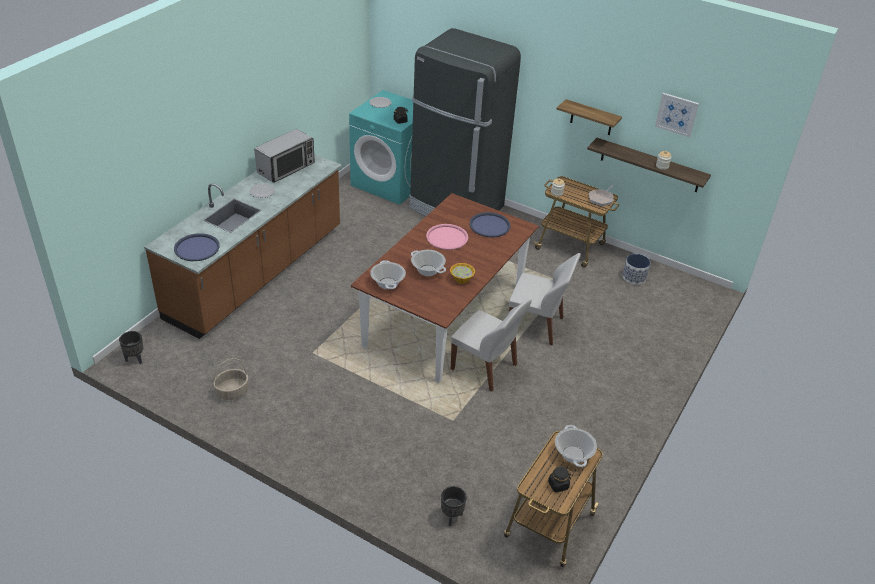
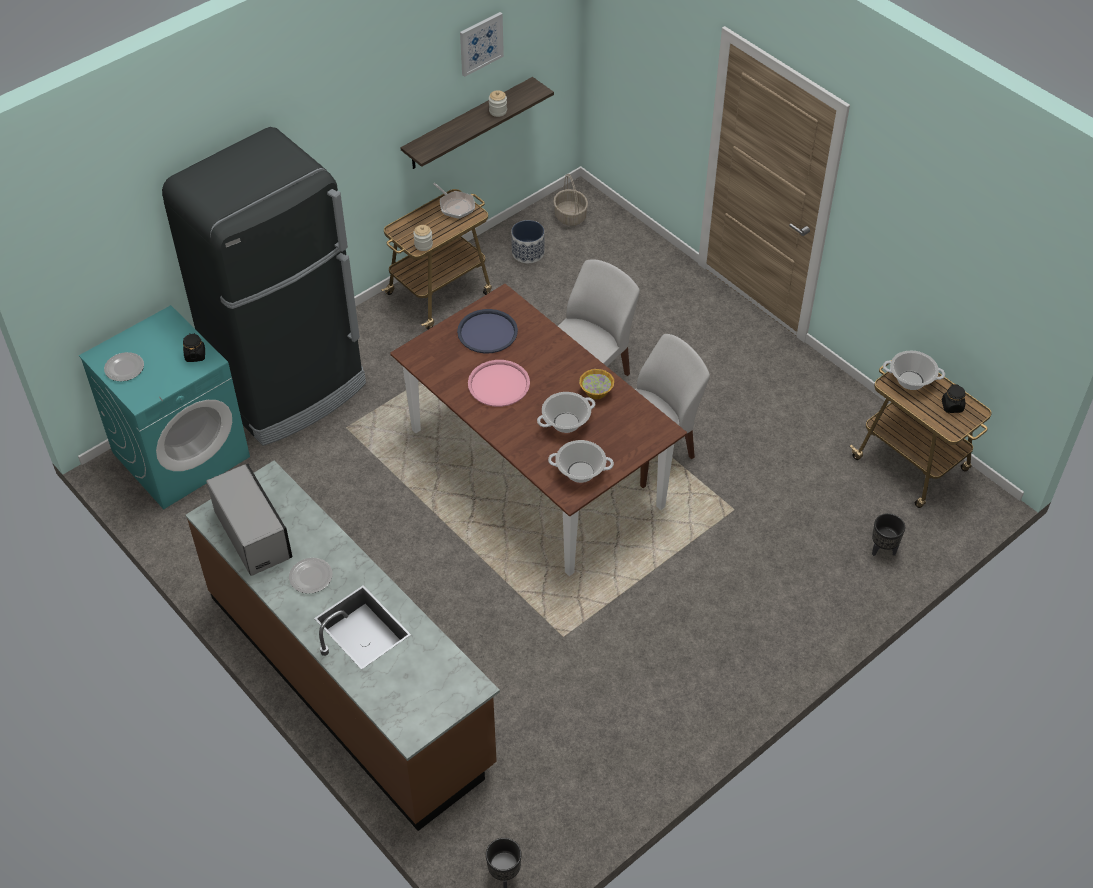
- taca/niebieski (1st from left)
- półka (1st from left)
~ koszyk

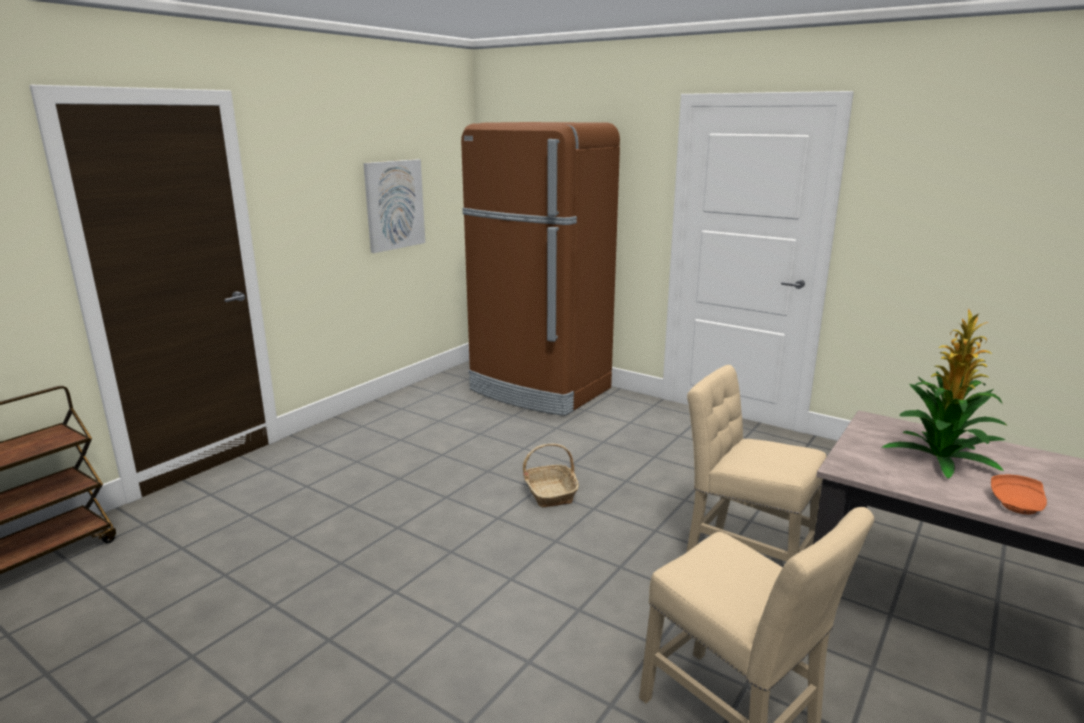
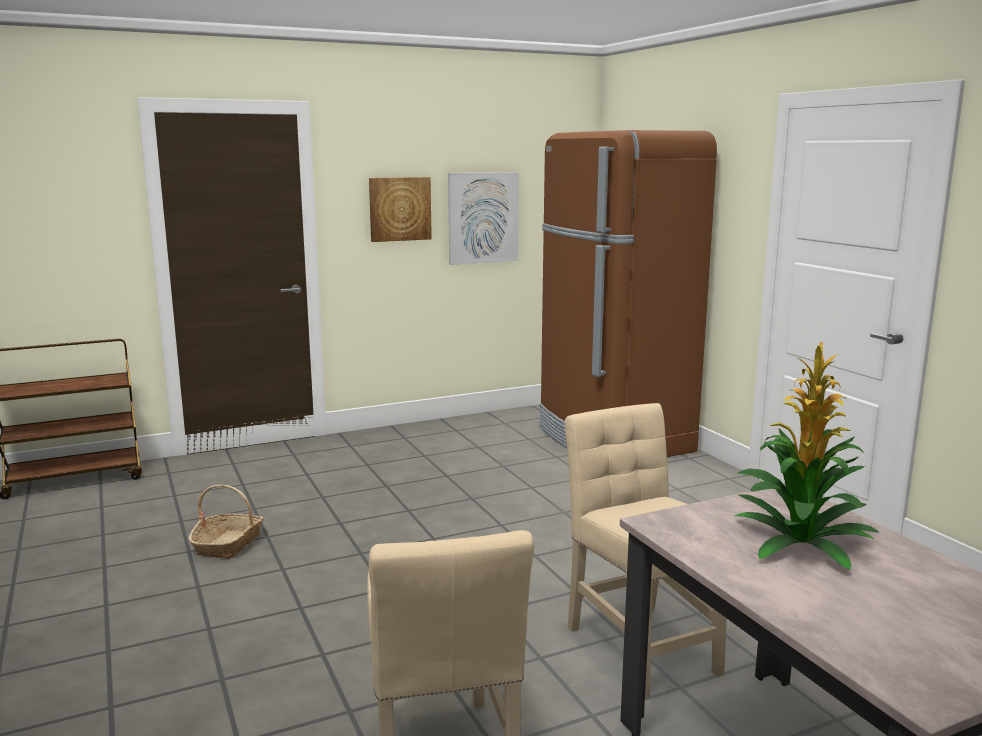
- talerz/pomarańczowy
+ obraz (1st from left)
~ koszyk

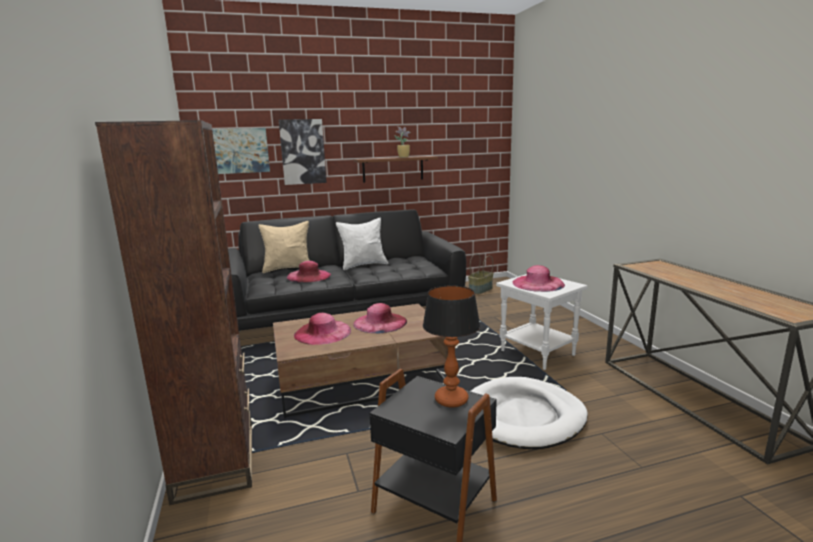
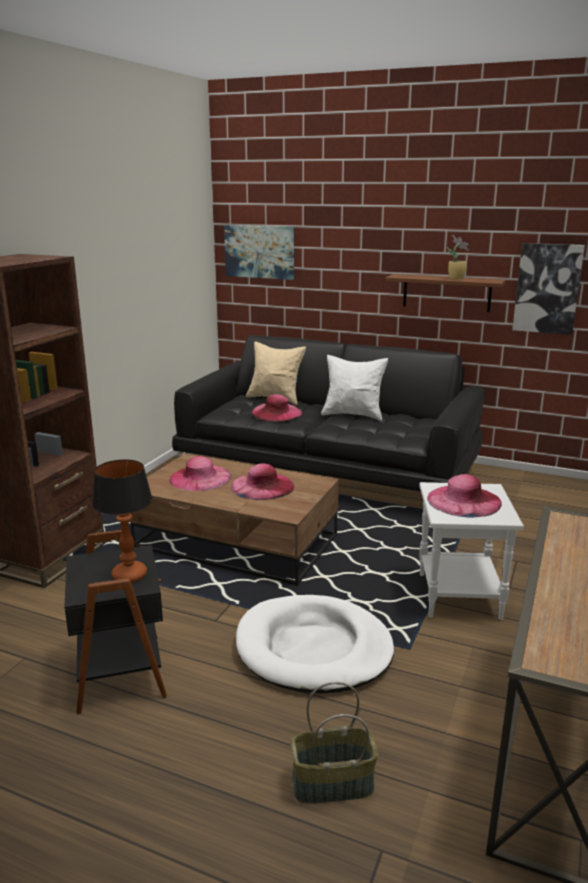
~ obraz (2nd from left)
~ koszyk

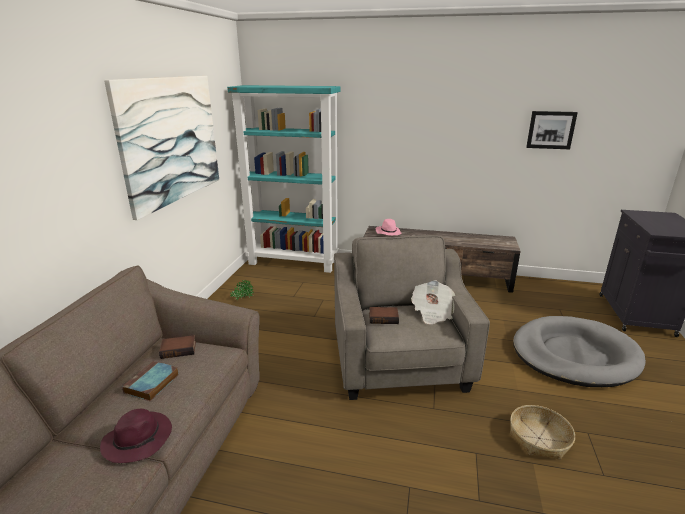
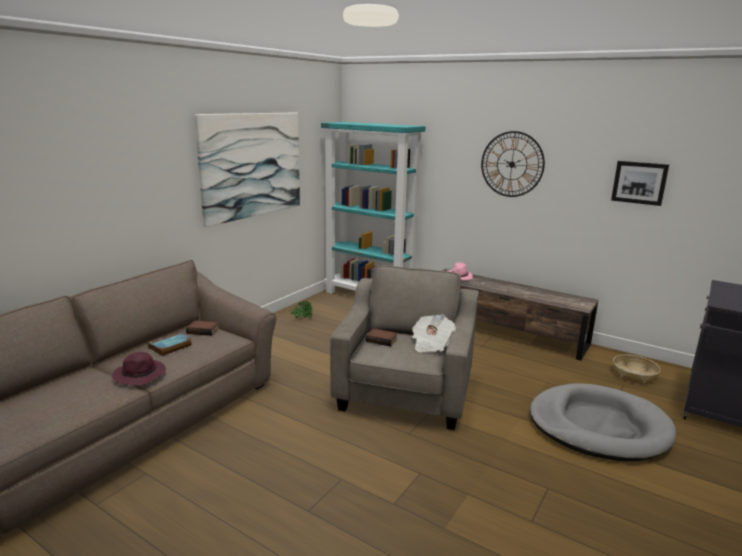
+ zegar ścienny
~ koszyk

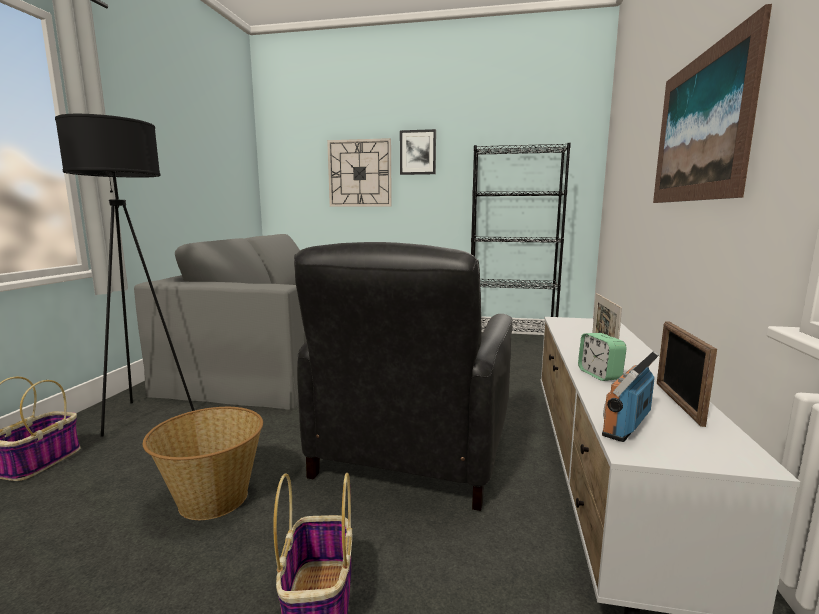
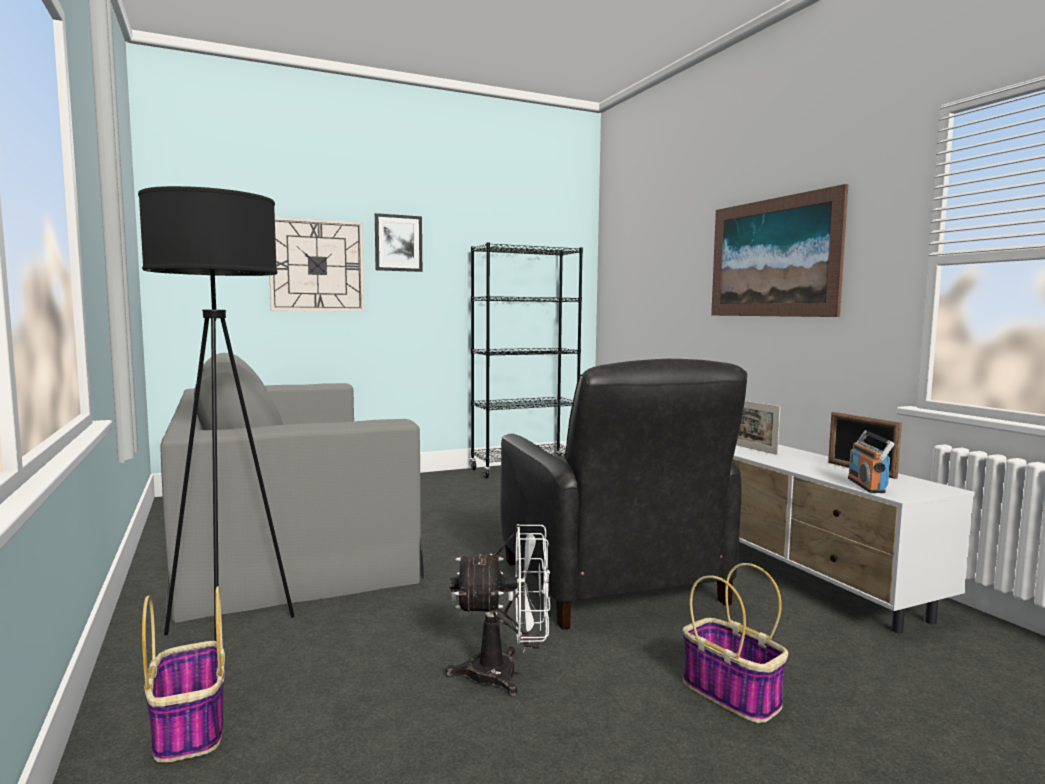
- budzik
~ koszyk (2nd from left) to wentylator/biały

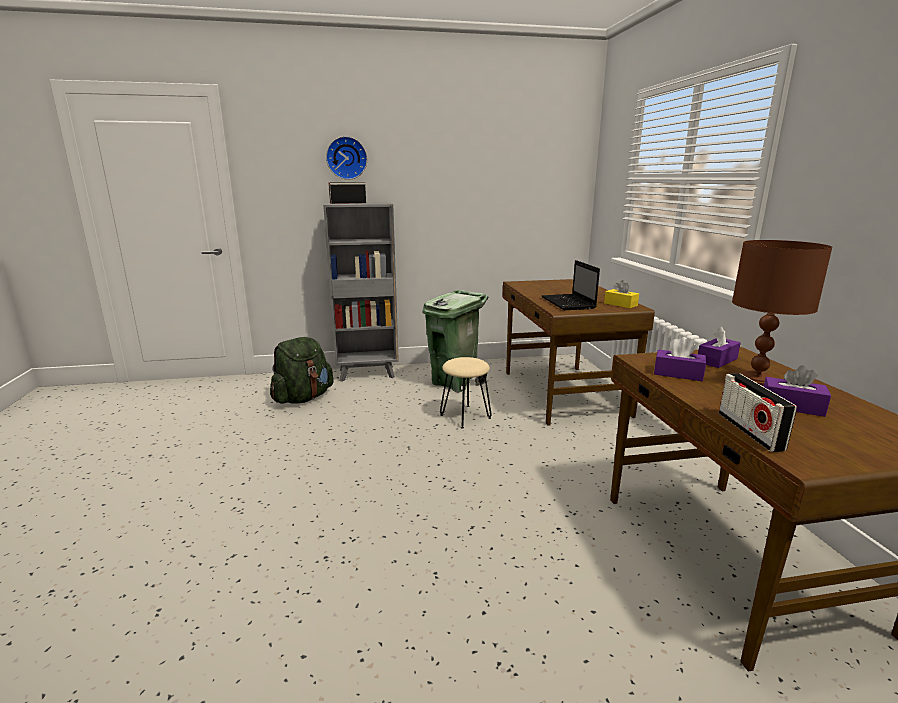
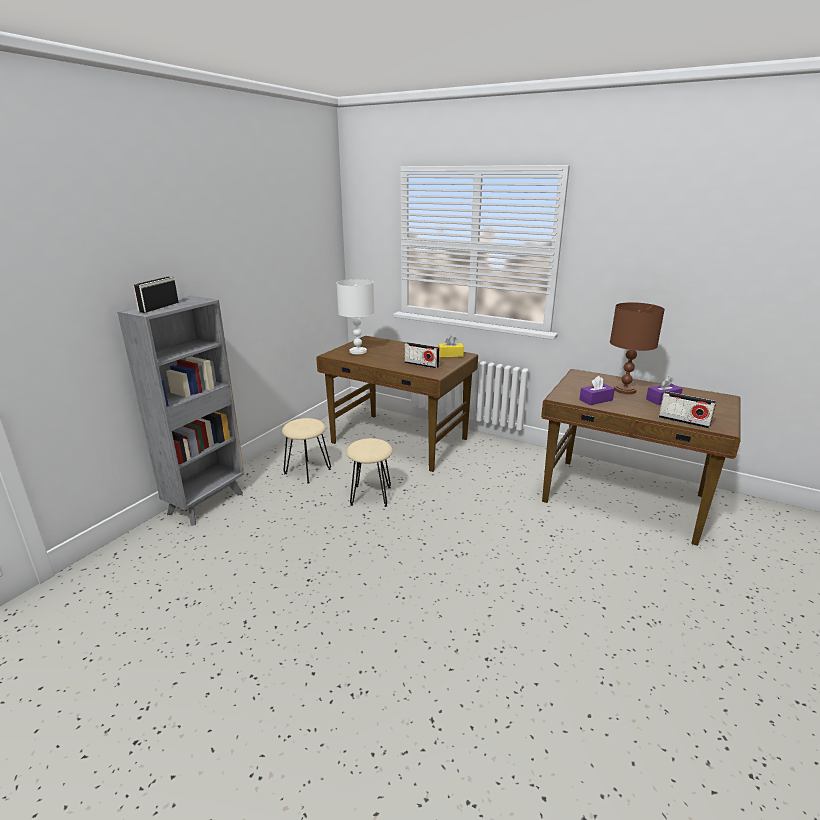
- plecak/zielony
- zegar ścienny
- pudełko chusteczek/fioletowy (2nd from left)
+ lampa stołowa/biały
~ kosz na śmieci/zielony to stołek/beżowy (1st from left)
~ laptop to radio (2nd from left)

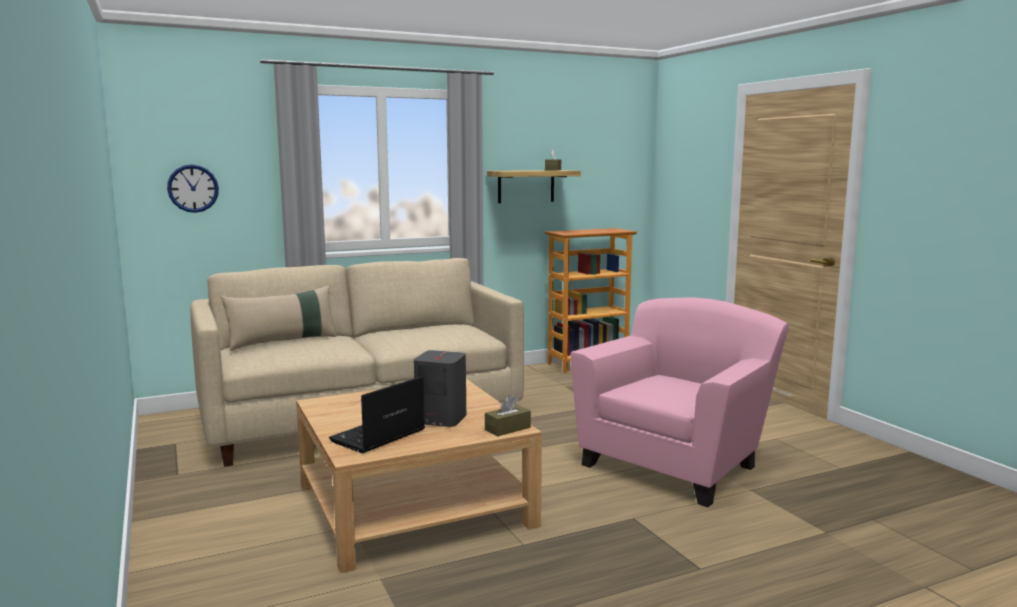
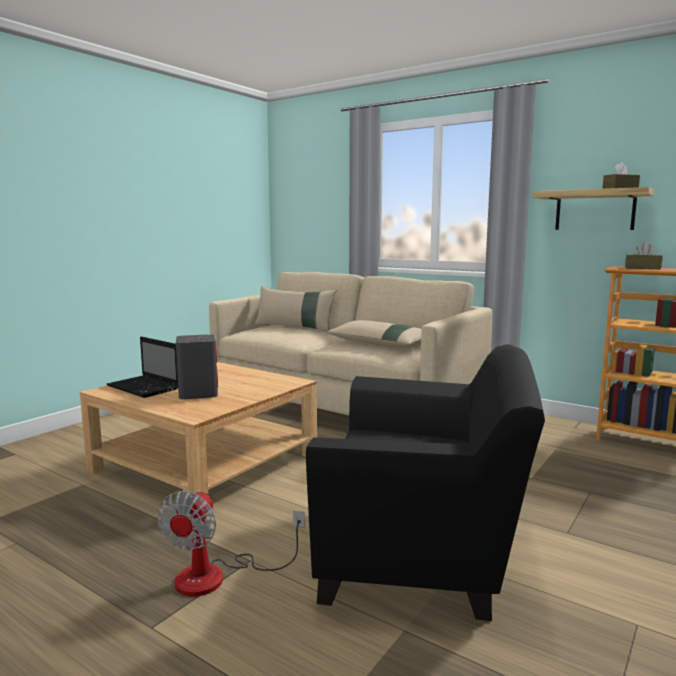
- zegar ścienny
+ wentylator
+ poduszka/beżowy (2nd from left)
~ pudełko chusteczek/brązowy (1st from left in the first image) to pudełko chusteczek/brązowy (2nd from left)
~ fotel/różowy to fotel/czarny
~ laptop 150 degrees counterclockwise

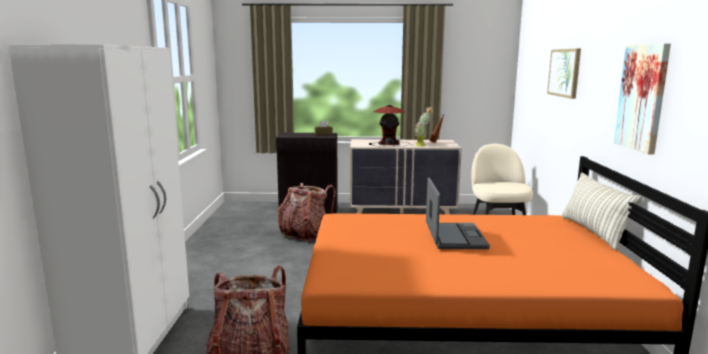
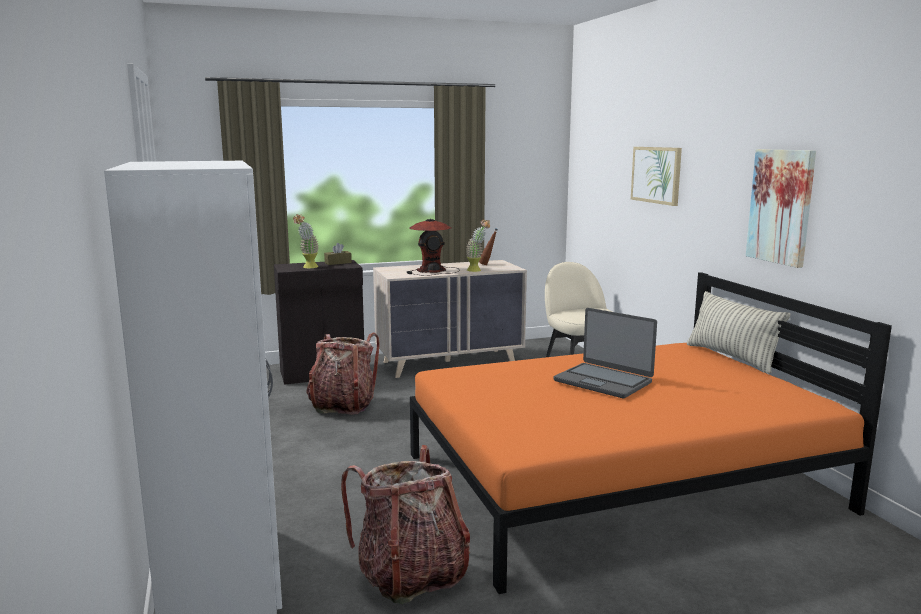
+ roślina doniczkowa (1st from left)
~ laptop 150 degrees clockwise

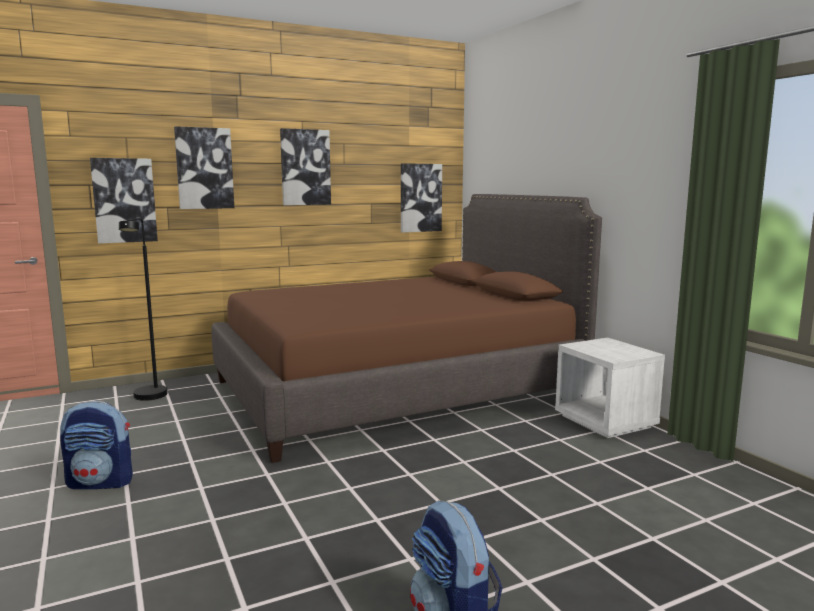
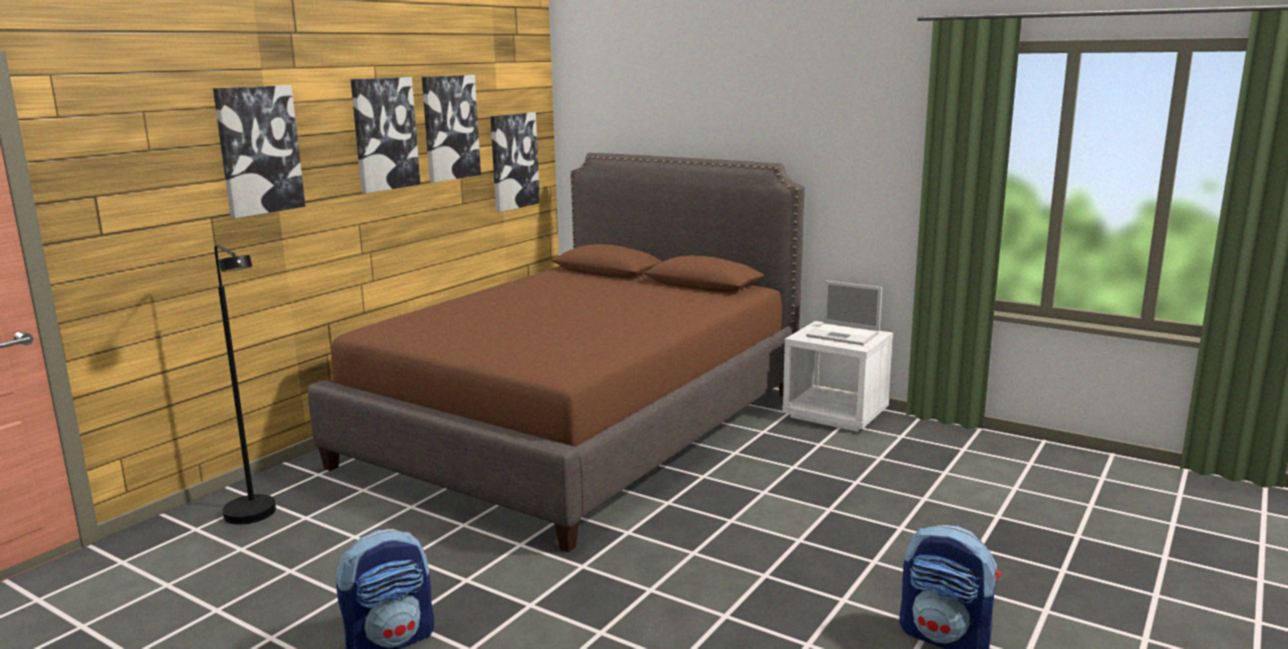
+ laptop
~ obraz (1st from left in the first image) to obraz (3rd from left)

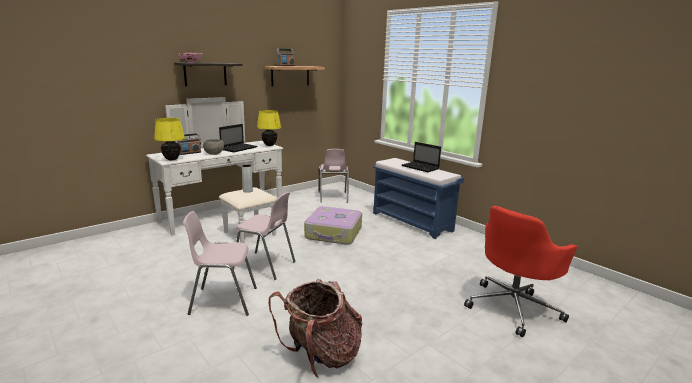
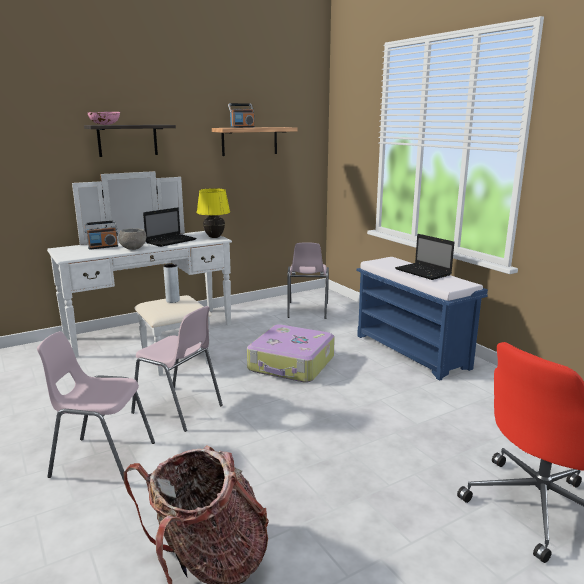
- lampa stołowa/żółty (1st from left)

